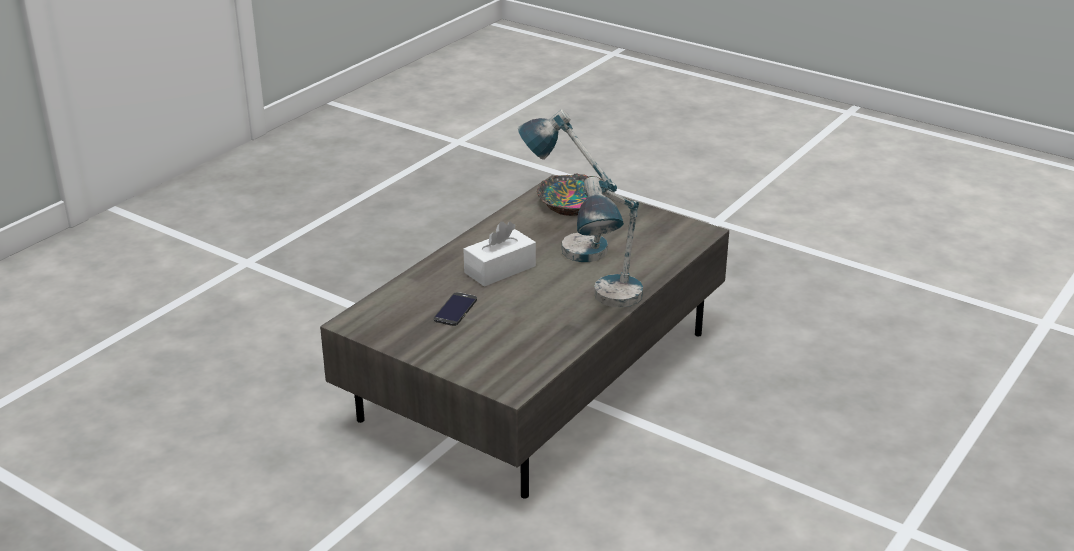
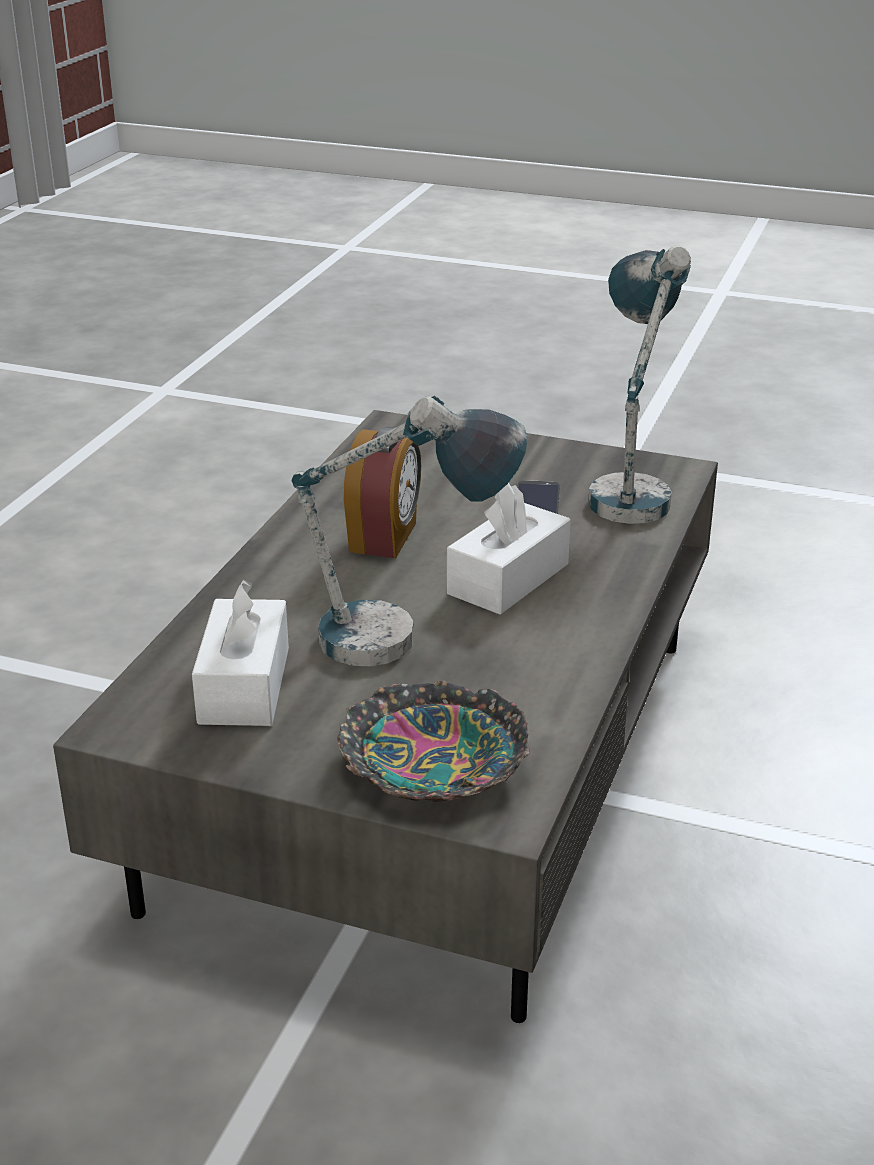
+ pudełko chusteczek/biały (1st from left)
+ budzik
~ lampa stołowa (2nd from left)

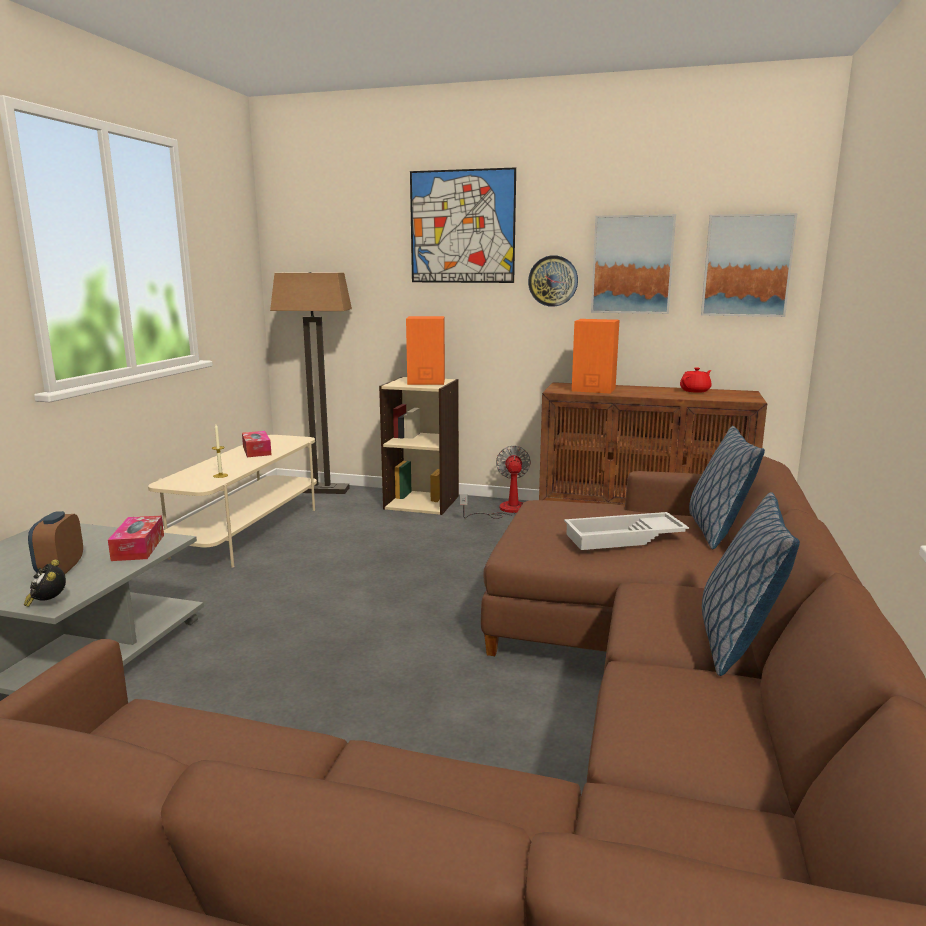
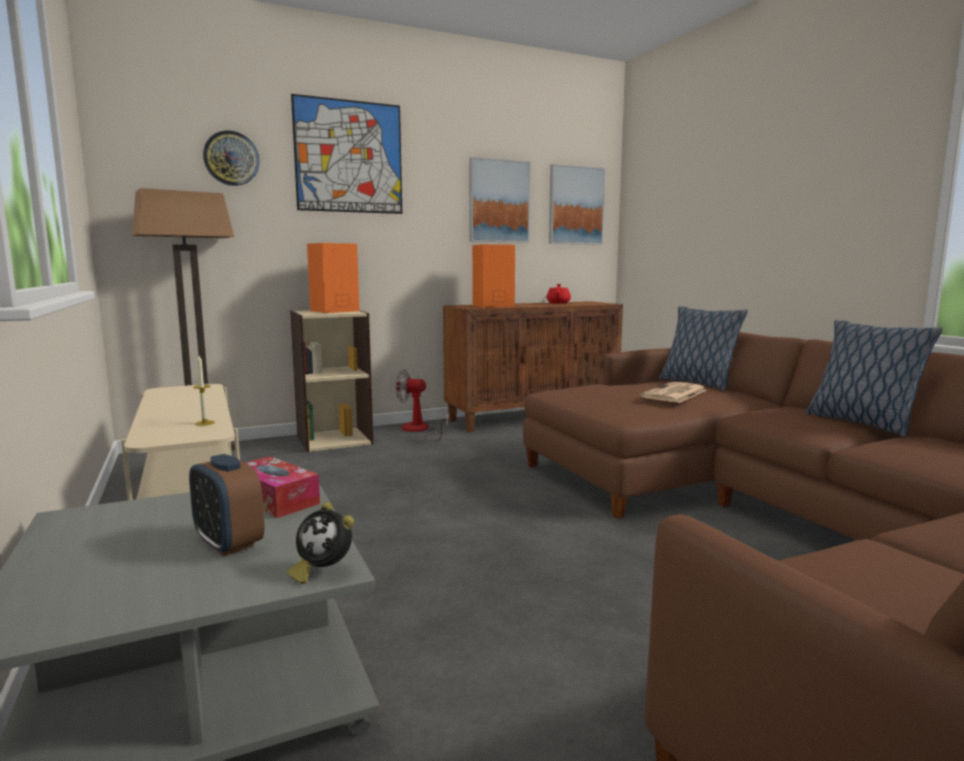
- pudełko chusteczek (2nd from left)
~ zegar ścienny
~ taca/biały to gazeta
~ wentylator 45 degrees counterclockwise

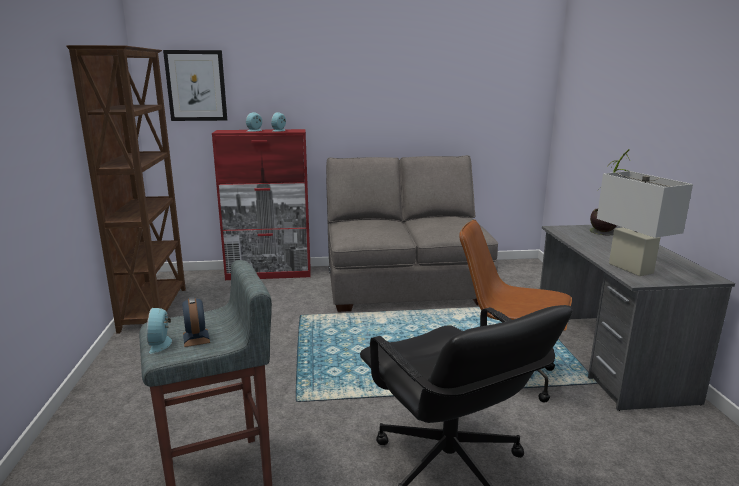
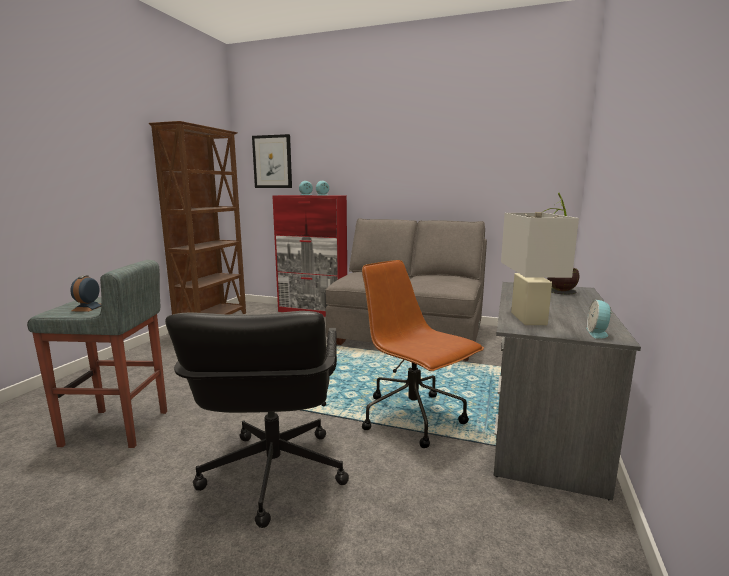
~ budzik (1st from left in the first image) to budzik (4th from left)

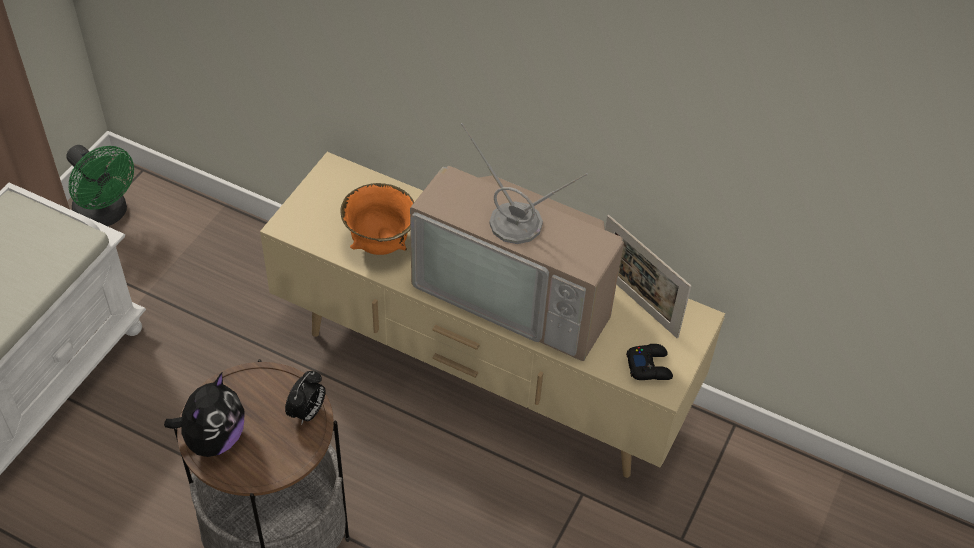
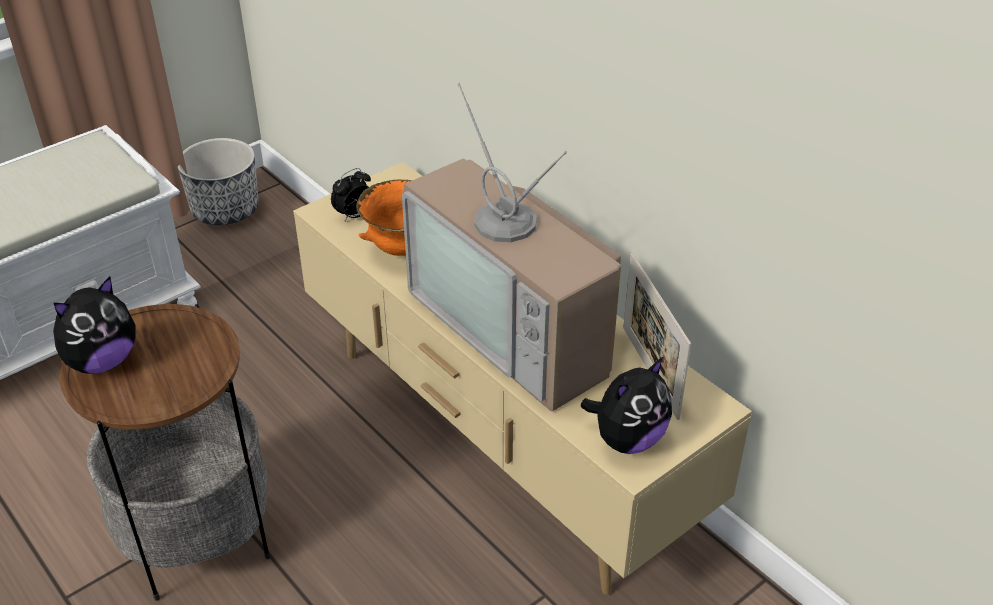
~ budzik
~ wentylator/zielony to donica
~ pad do gier/czarny to pluszak (2nd from left)

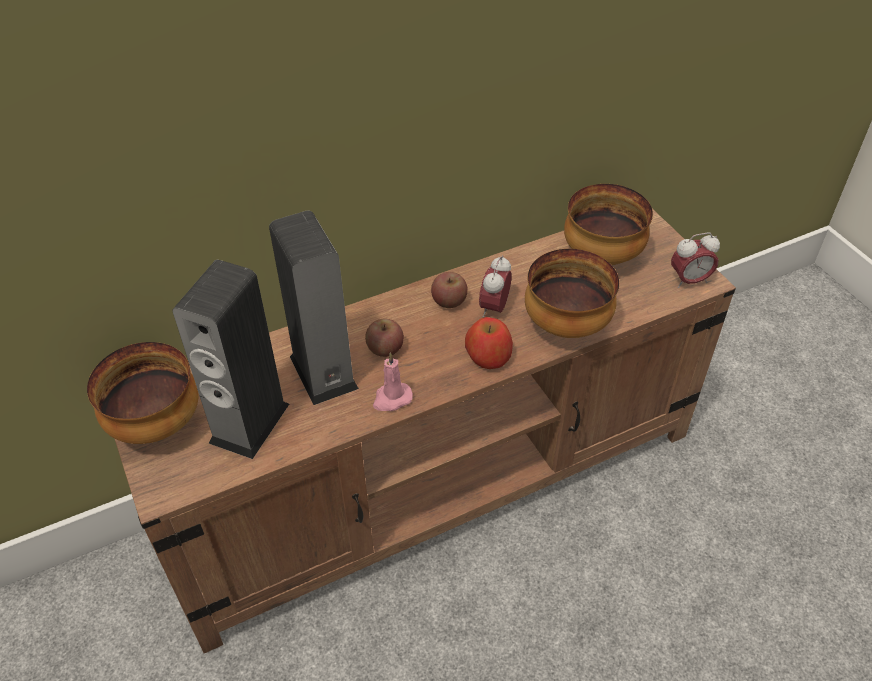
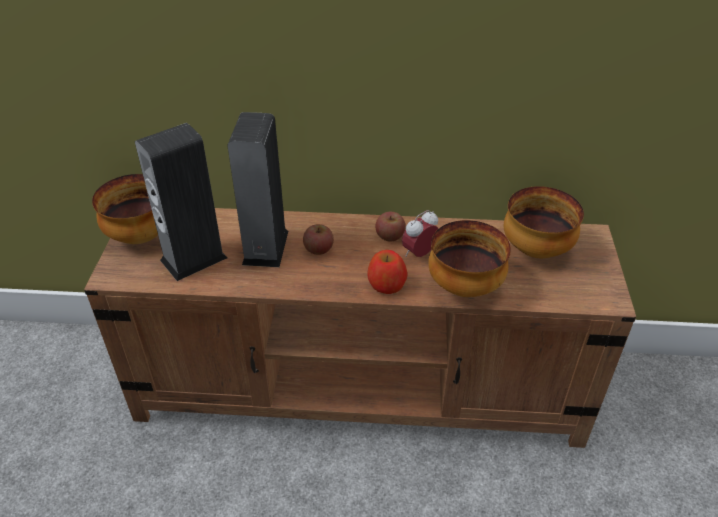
- świeca/różowy
- budzik (2nd from left)

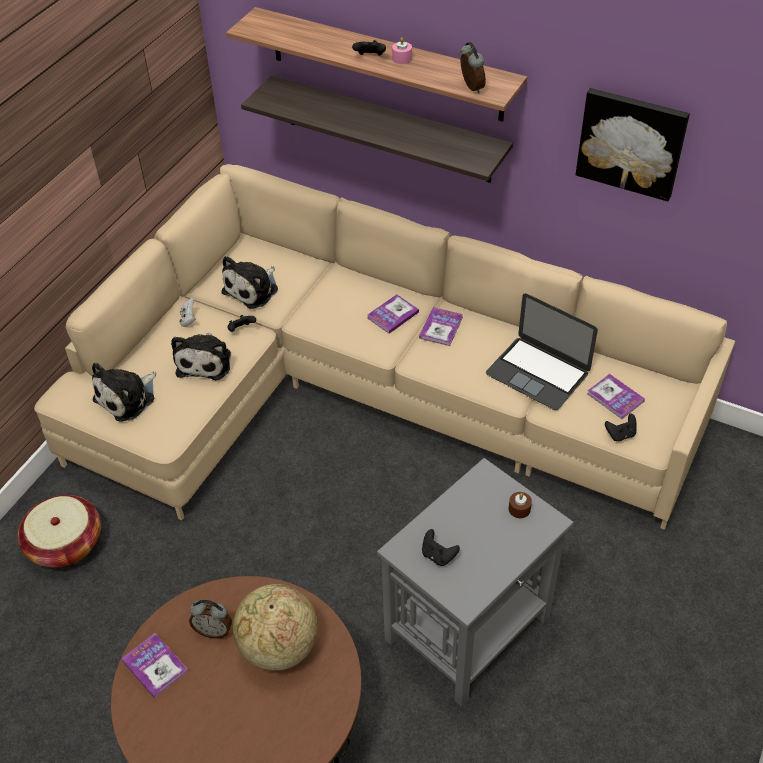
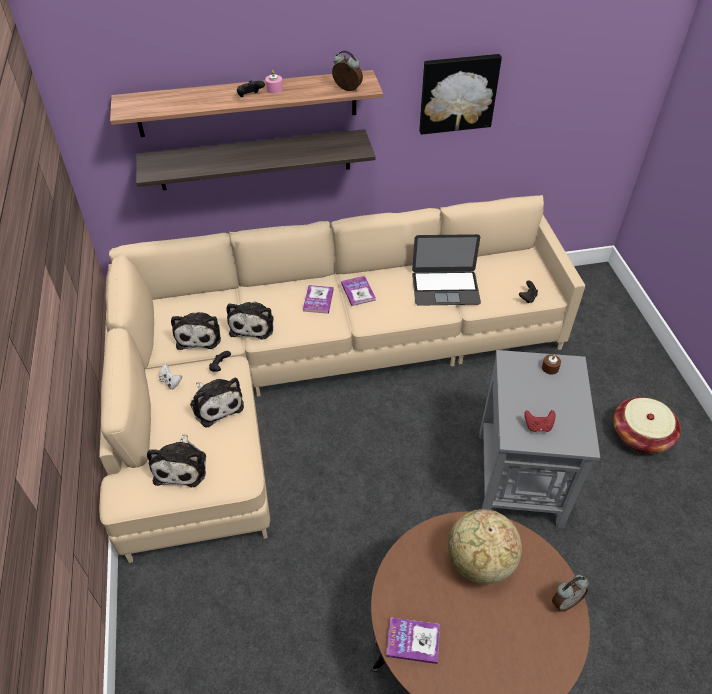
- książka (4th from left)
+ pluszak (4th from left)
~ koszyk
~ budzik (1st from left in the first image) to budzik (2nd from left)
~ pad do gier/czarny (3rd from left) to pad do gier/czerwony

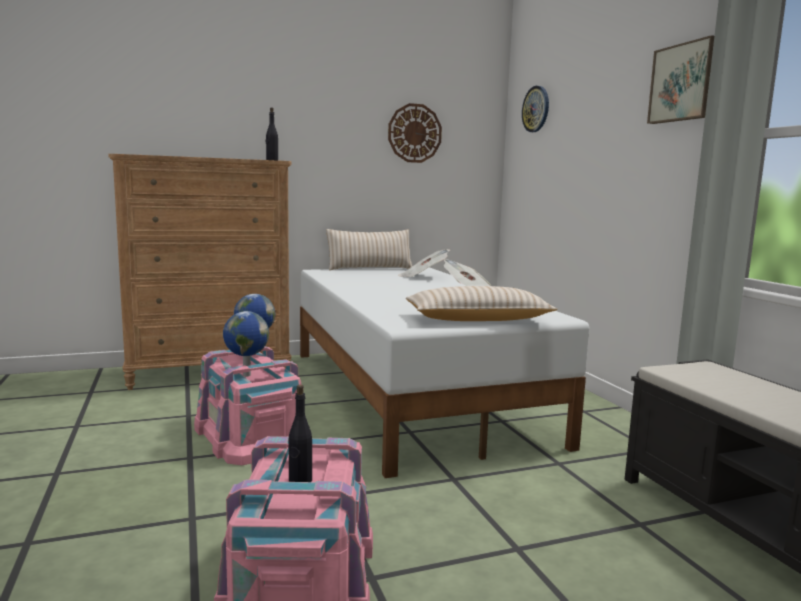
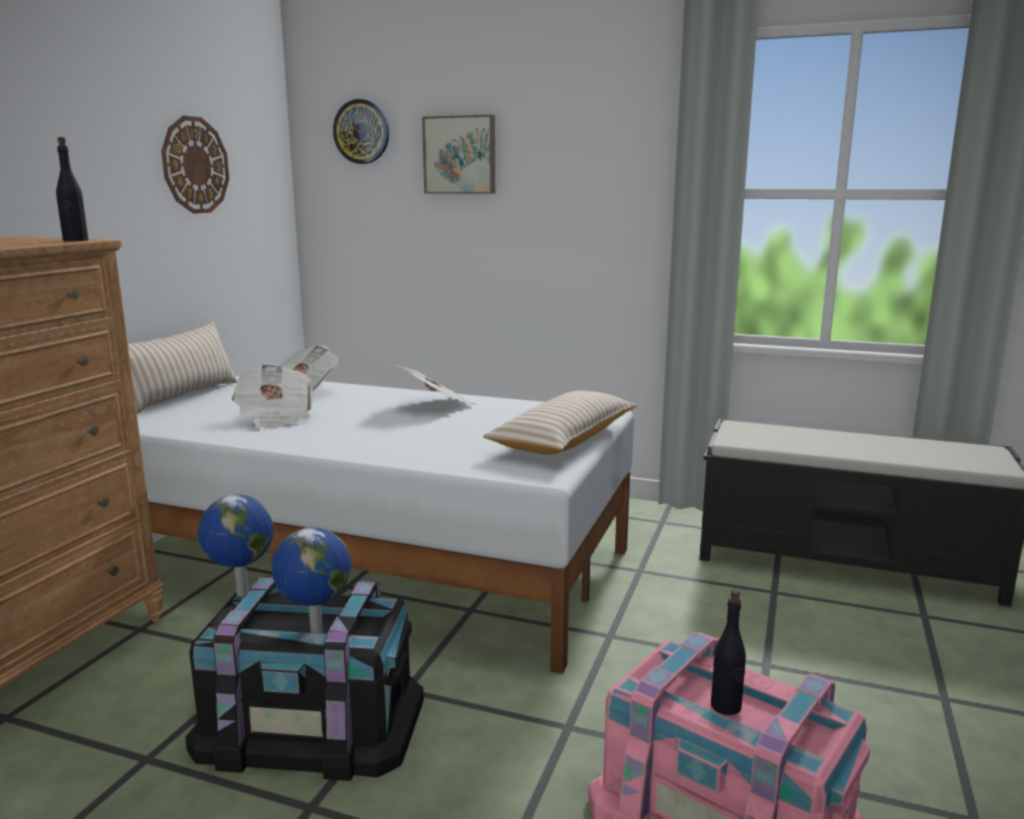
+ gazeta (1st from left)
~ obraz
~ pojemnik do przechowywania/różowy (1st from left) to pojemnik do przechowywania/czarny

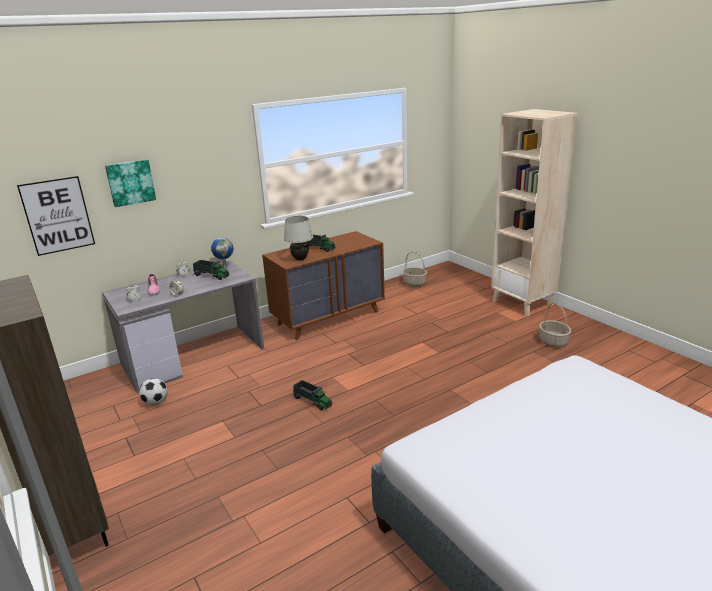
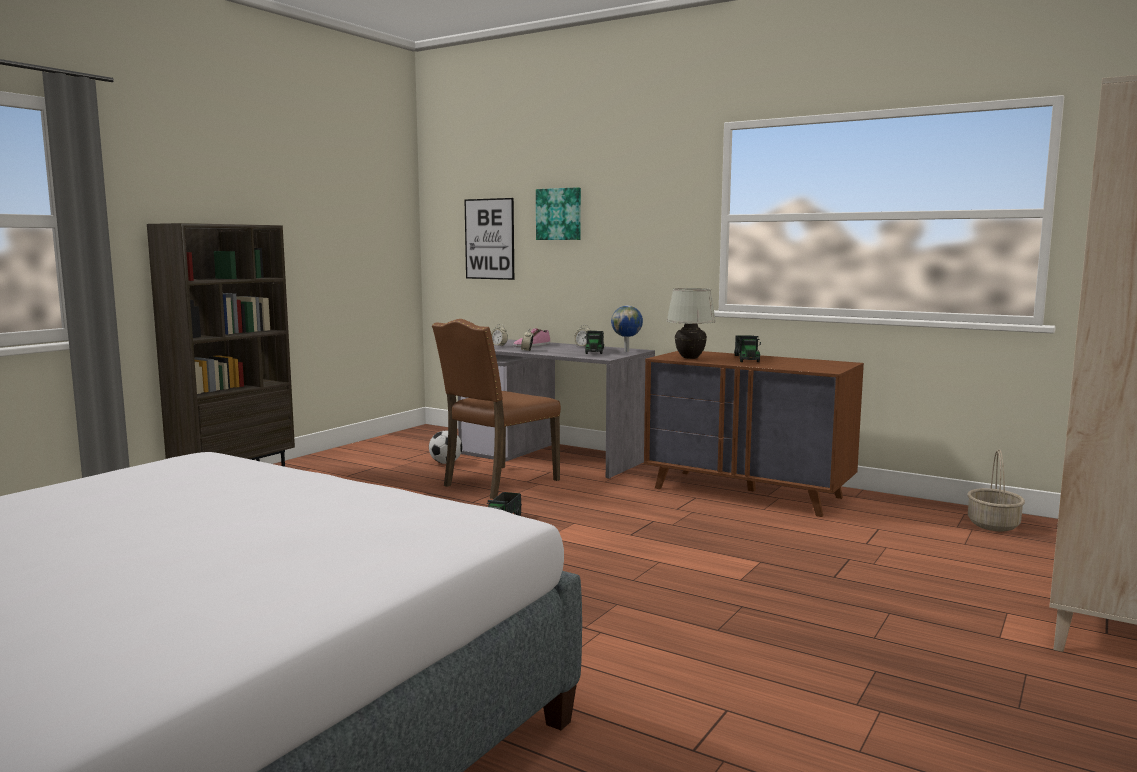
- koszyk (2nd from left)
+ krzesło/brązowy

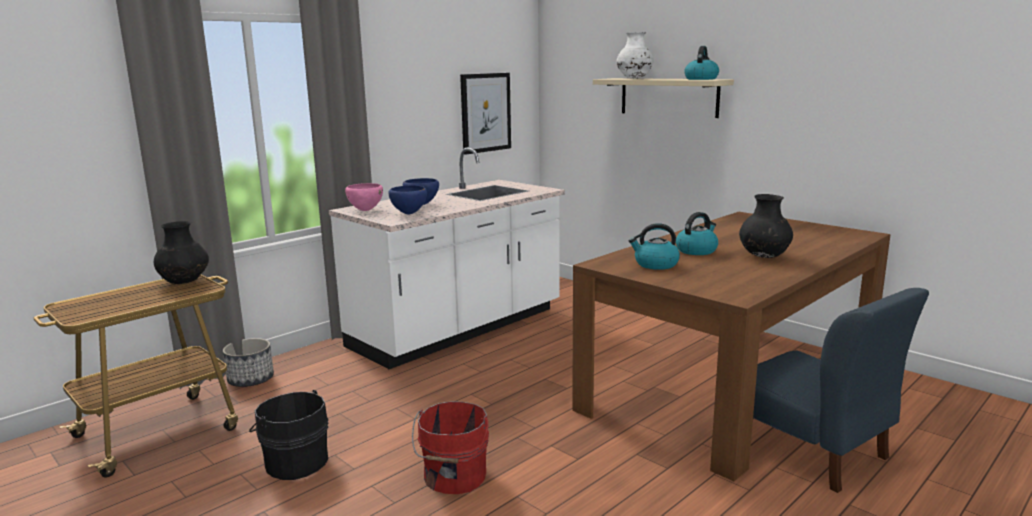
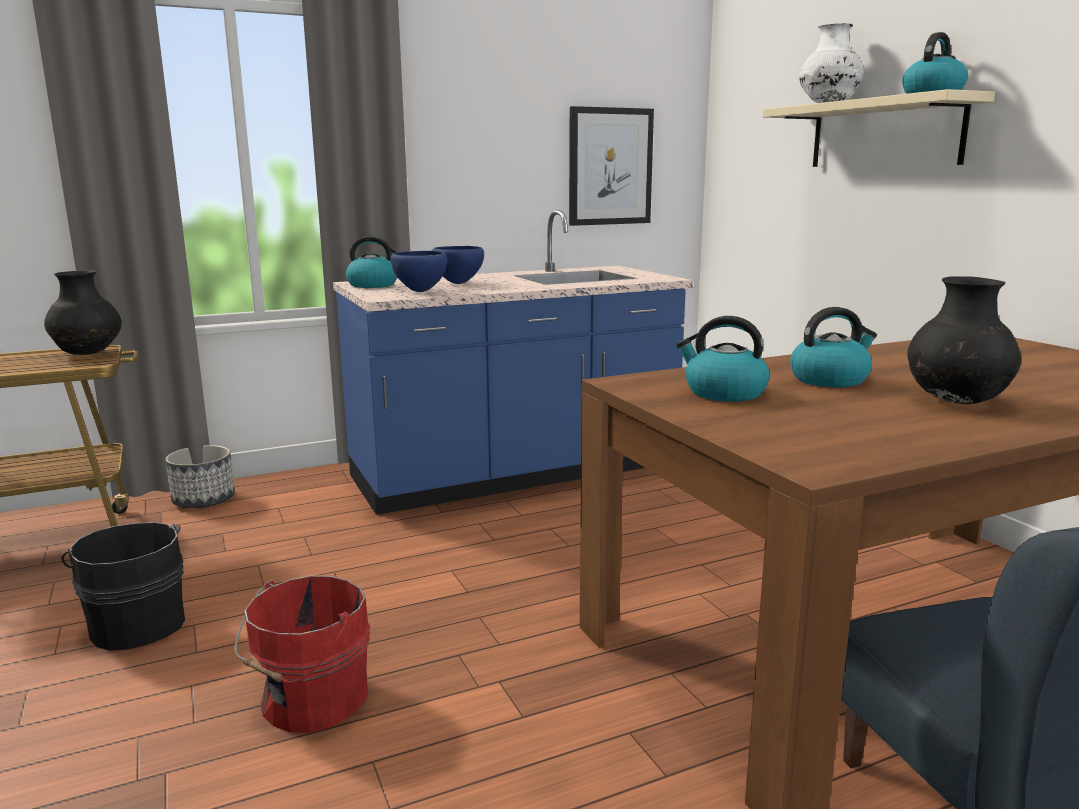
~ miska/różowy to czajnik (1st from left)
~ zabudowa kuchenna/biały to zabudowa kuchenna/niebieski

